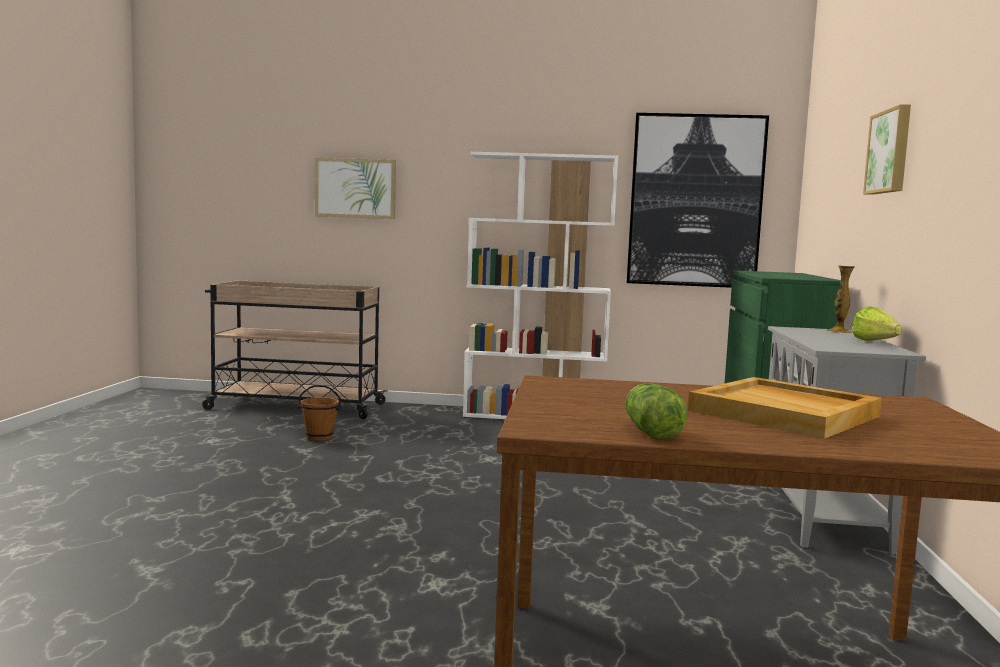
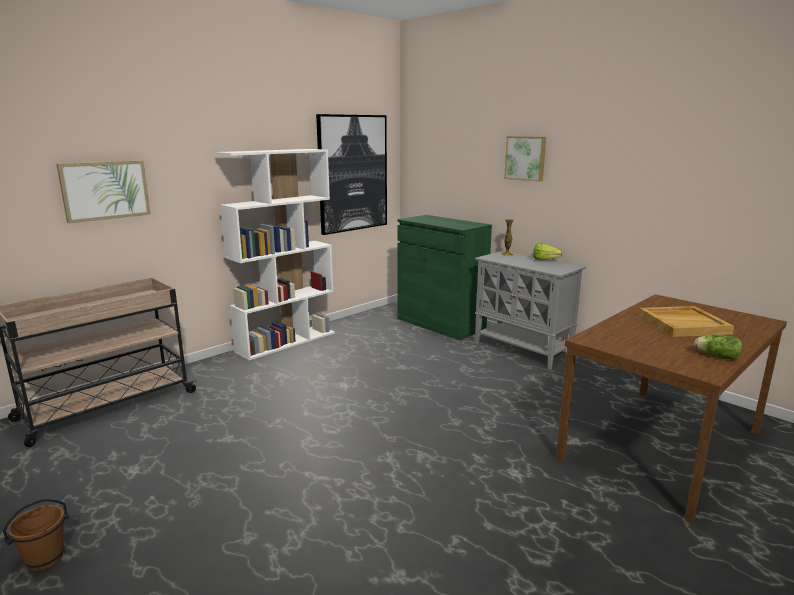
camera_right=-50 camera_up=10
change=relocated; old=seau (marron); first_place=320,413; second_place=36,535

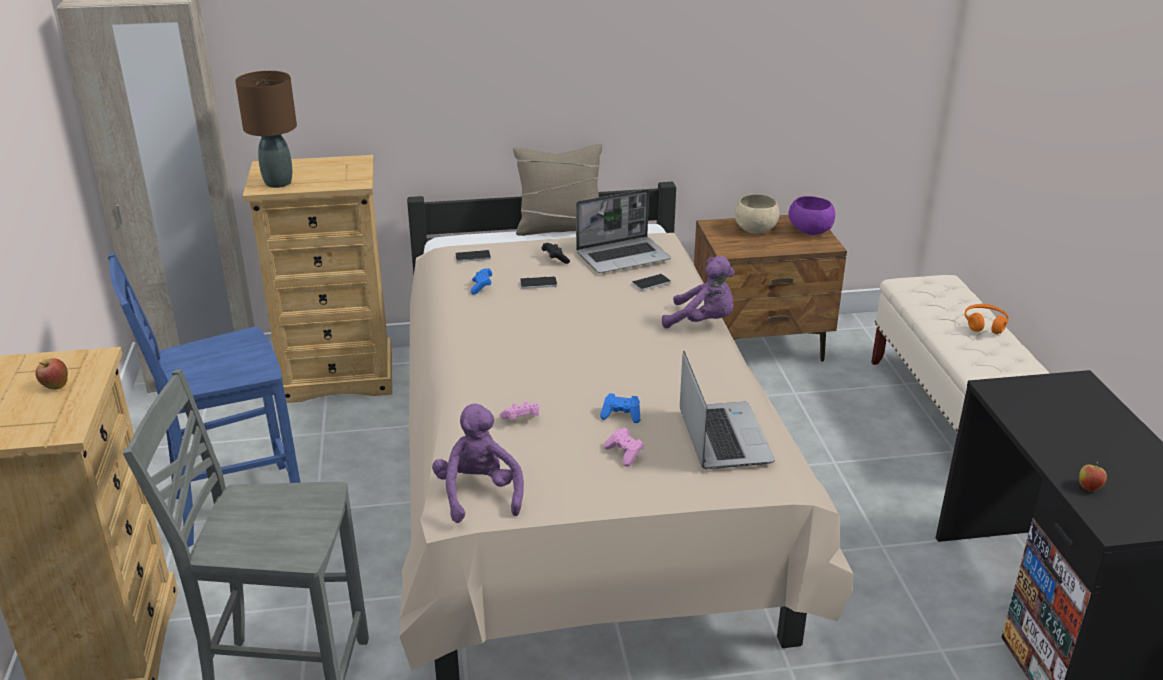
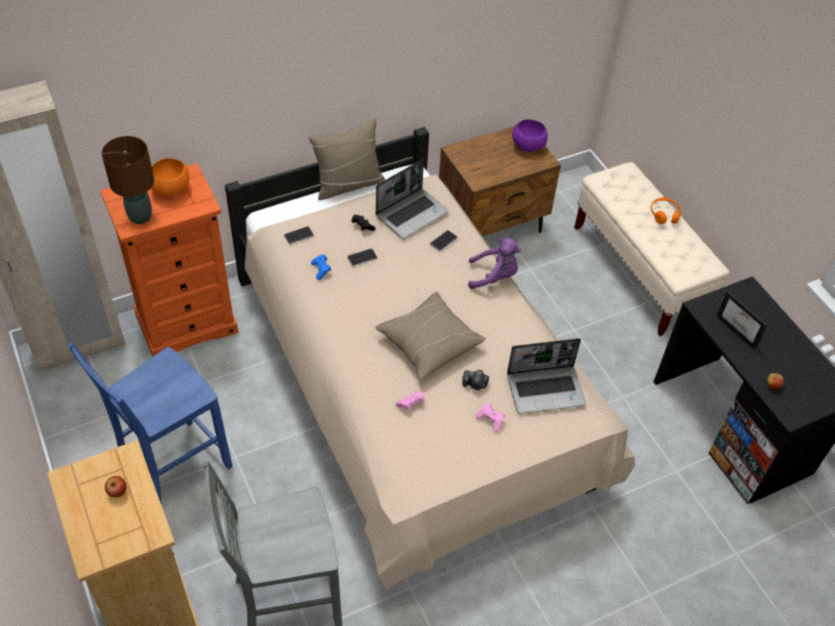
camera_right=-20 camera_up=20
change=colour; old=commode (beige); new=commode (orange); first_place=317,279; second_place=169,260
change=missing; old=bol (beige); first_place=757,214
change=spun; old=ordinateur portable; first_place=727,410; second_place=546,376; degrees=105
change=exchanged; old=manette (bleu); new=appareil photo; first_place=620,408; second_place=475,380
change=missing; old=peluche (violet); first_place=478,463
change=appeared; new=bol (orange); second_place=170,177
change=appeared; new=cadre photo; second_place=742,320
change=appeared; new=coussin (beige); second_place=430,335

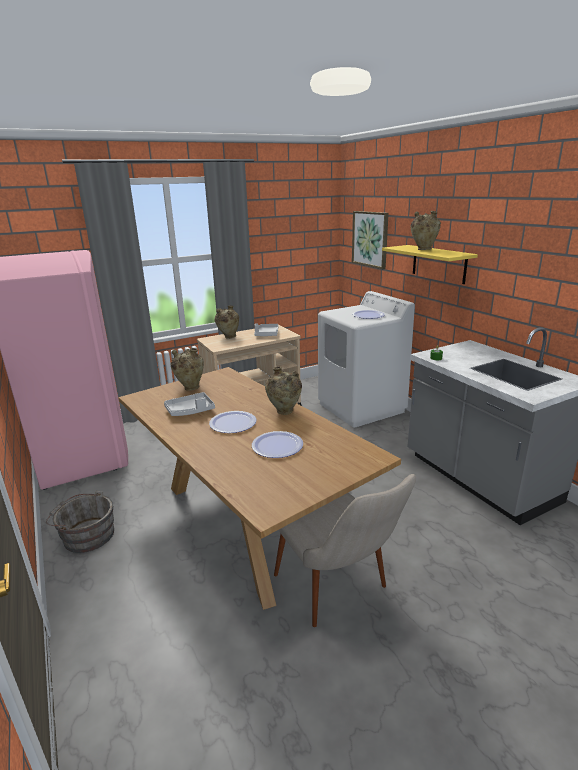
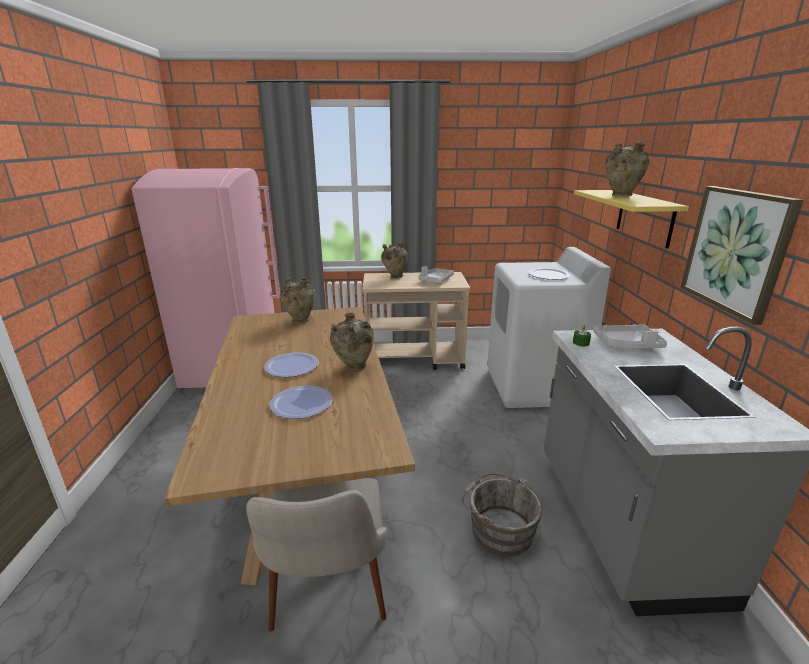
camera_right=25 camera_up=0
change=relocated; old=tableau; first_place=370,240; second_place=742,255
change=relocated; old=plateau (gris); first_place=189,404; second_place=630,336
change=relocated; old=seau (gris); first_place=80,522; second_place=502,515

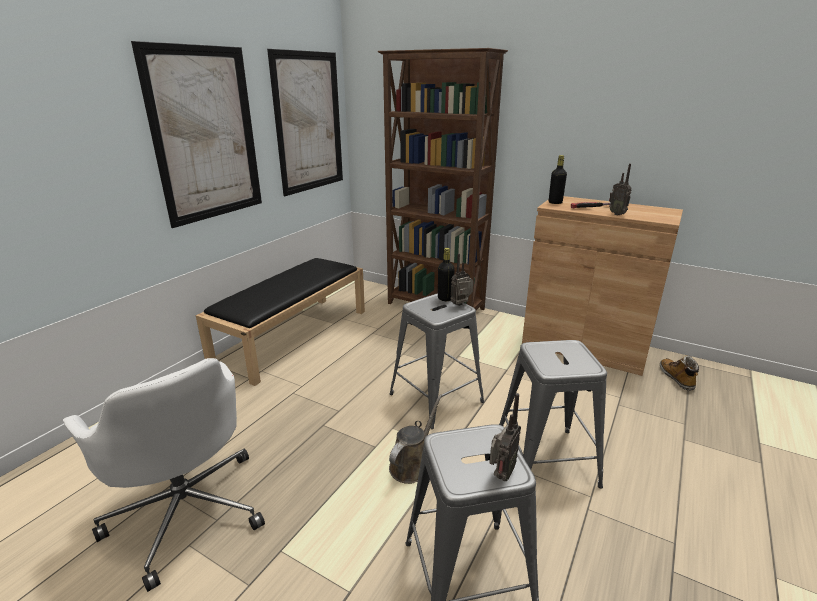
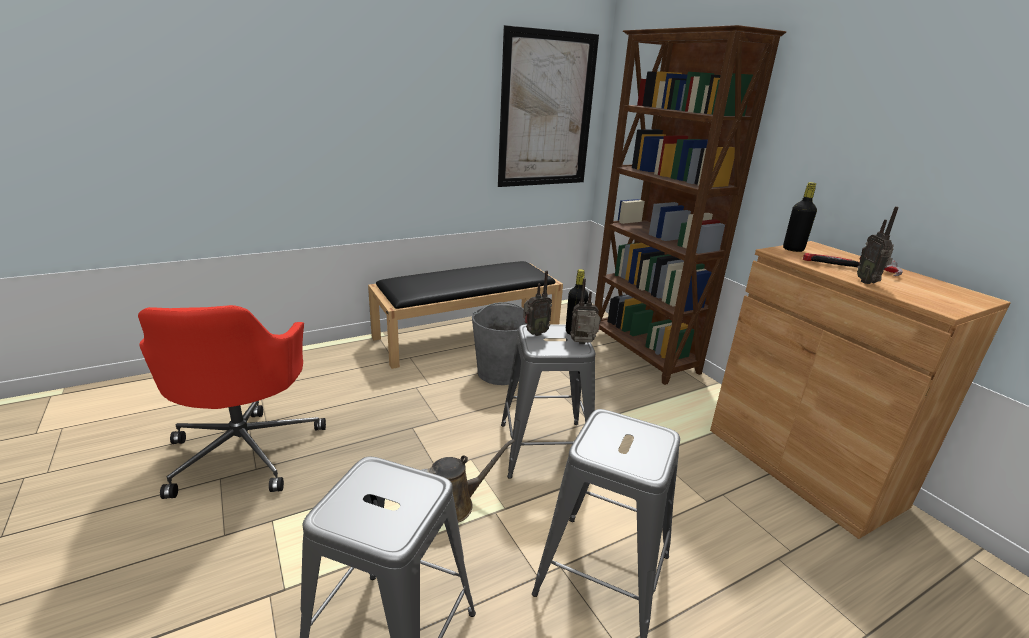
camera_right=30 camera_up=0
change=missing; old=tableau; first_place=196,134
change=missing; old=botte; first_place=679,373
change=colour; old=chaise de bureau (blanc); new=chaise de bureau (rouge); first_place=164,475; second_place=232,402
change=relocated; old=radio; first_place=505,437; second_place=537,303
change=appeared; new=seau (gris); second_place=499,343

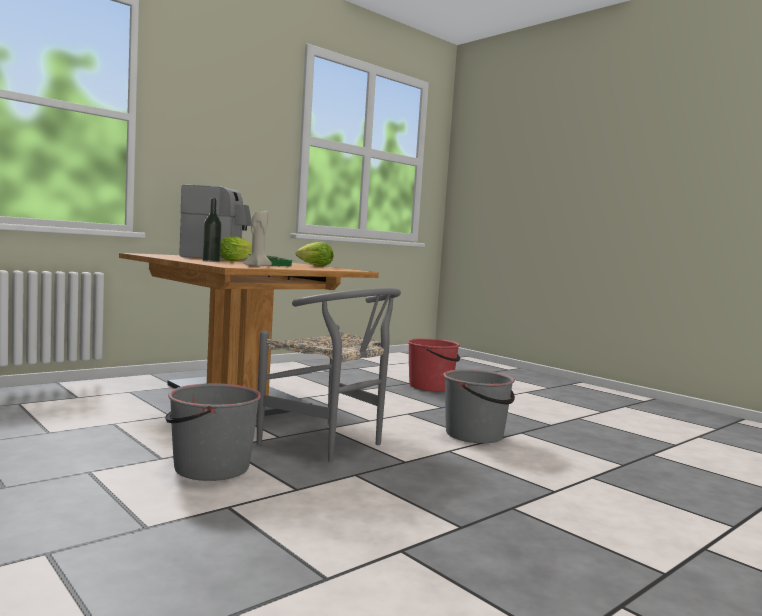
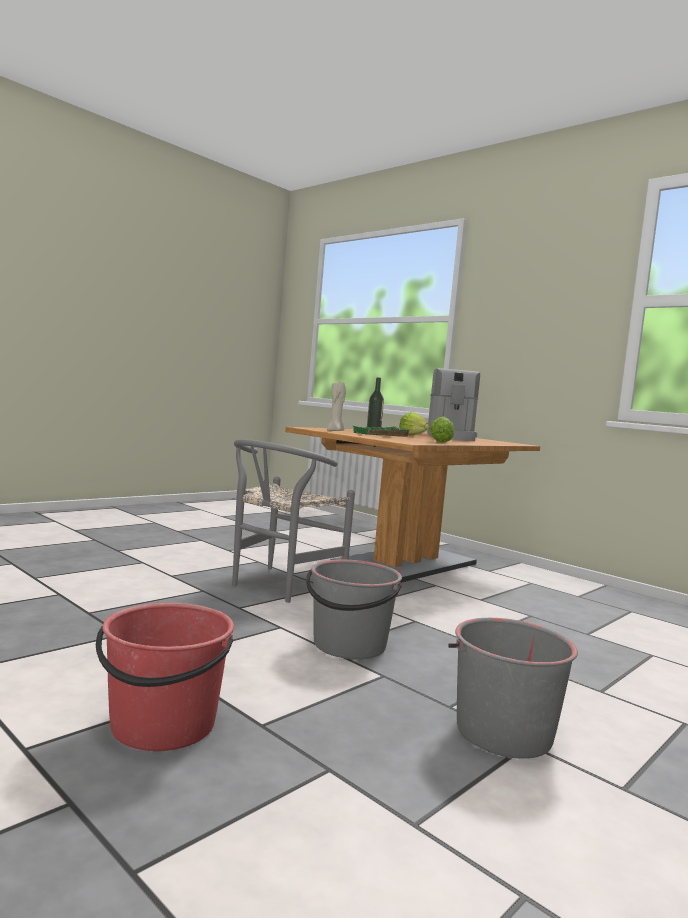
camera_right=85 camera_up=0
change=relocated; old=seau (rouge); first_place=433,364; second_place=165,677
change=relocated; old=seau (gris); first_place=213,432; second_place=513,688

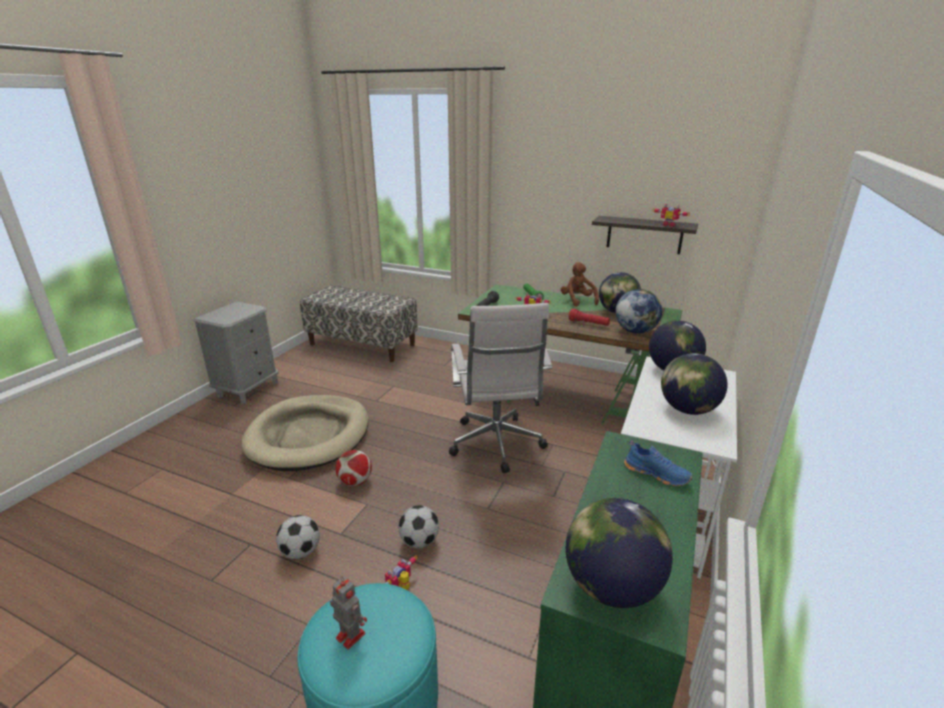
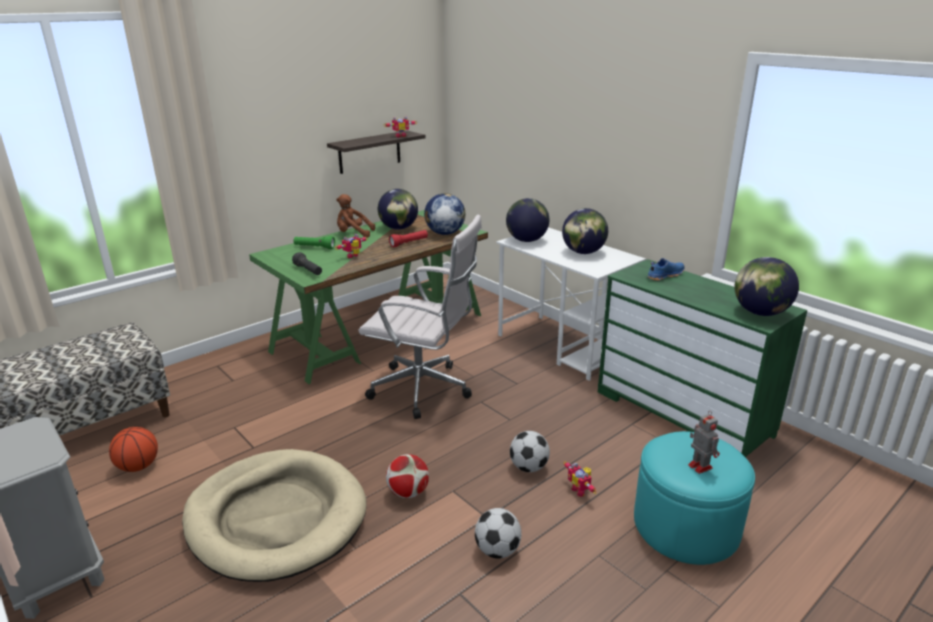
camera_right=-65 camera_up=0
change=spun; old=robot jouet; first_place=348,612; second_place=704,443; degrees=90
change=appeared; new=ballon de basket; second_place=133,449

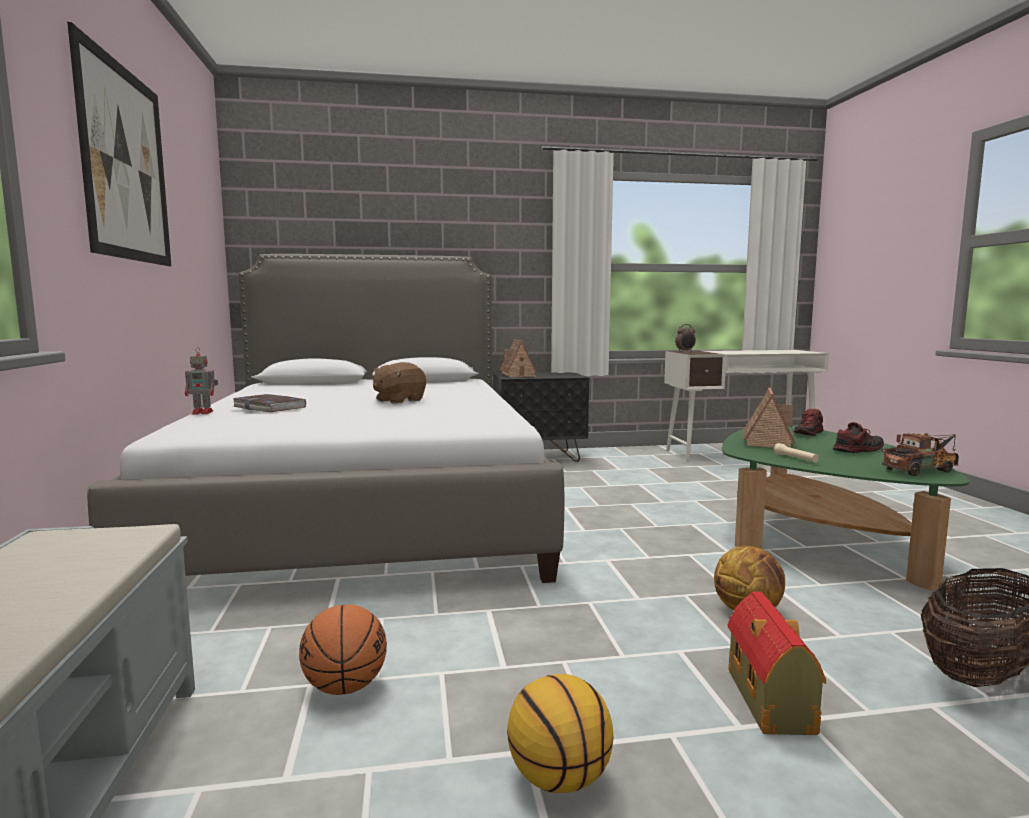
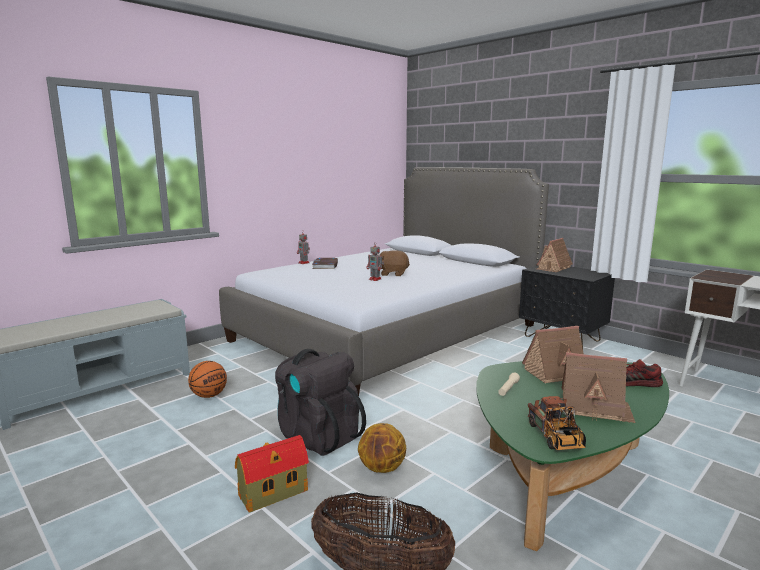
camera_right=55 camera_up=5
change=missing; old=tableau; first_place=119,144
change=missing; old=réveil; first_place=685,338
change=exchanged; old=chaussure; new=maison miniature; first_place=858,437; second_place=598,387
change=spun; old=camion jouet; first_place=920,454; second_place=557,423; degrees=45
change=missing; old=ballon de basket; first_place=560,733
change=appeared; new=robot jouet; second_place=375,261
change=appeared; new=sac à dos (noir); second_place=320,402

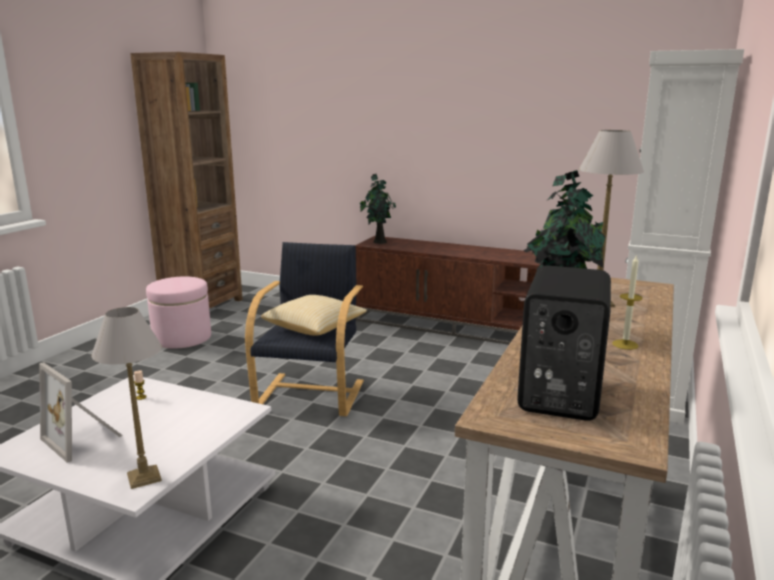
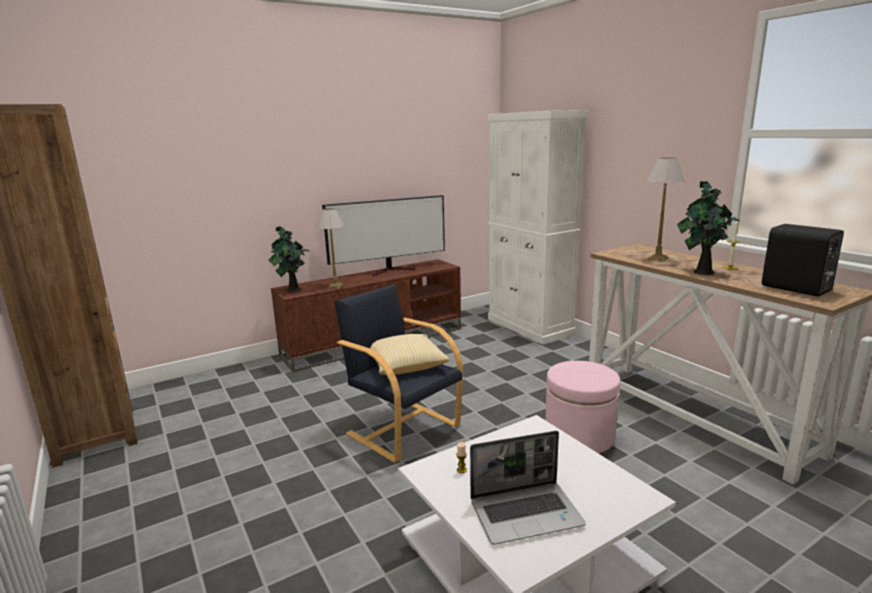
camera_right=-55 camera_up=0
change=relocated; old=pouf (rose); first_place=178,312; second_place=582,407
change=relocated; old=lampe de table; first_place=126,398; second_place=330,248
change=exchanged; old=cadre photo; new=ordinateur portable; first_place=81,413; second_place=528,488
change=appeared; new=téléviseur; second_place=383,235

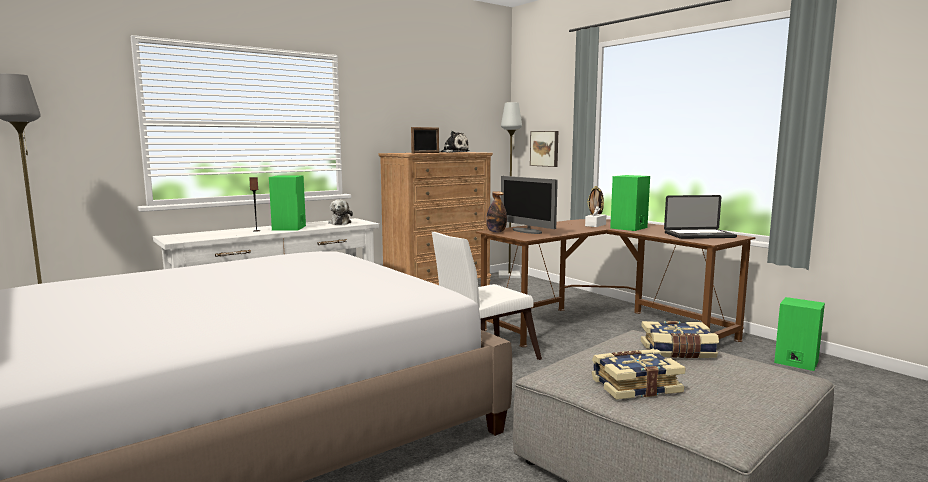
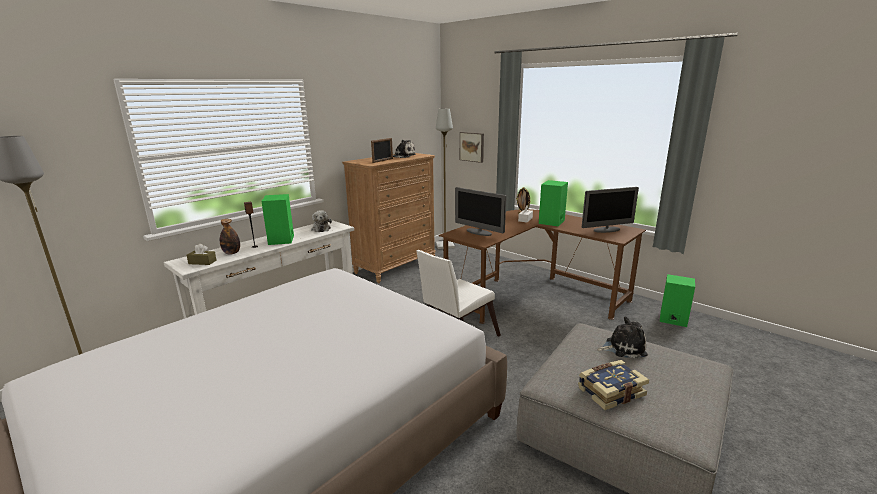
camera_right=-10 camera_up=10
change=relocated; old=bouteille; first_place=496,212; second_place=230,237
change=exchanged; old=ordinateur portable; new=écran d'ordinateur; first_place=700,217; second_place=610,210
change=exchanged; old=livre; new=peluche; first_place=680,339; second_place=622,337
change=appeared; new=boîte à mouchoirs (marron); second_place=201,254

